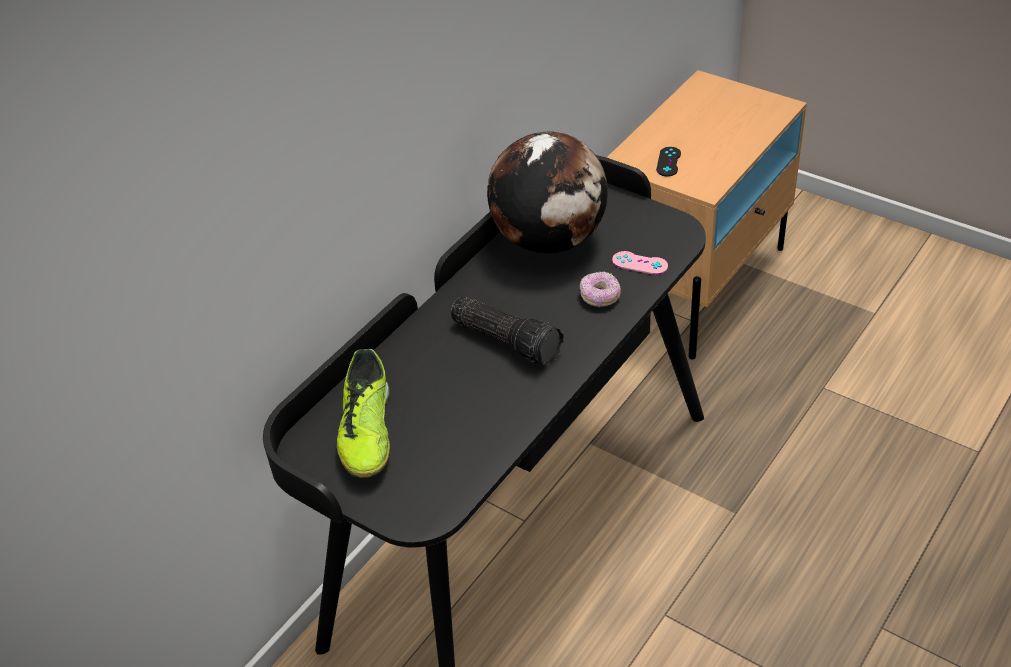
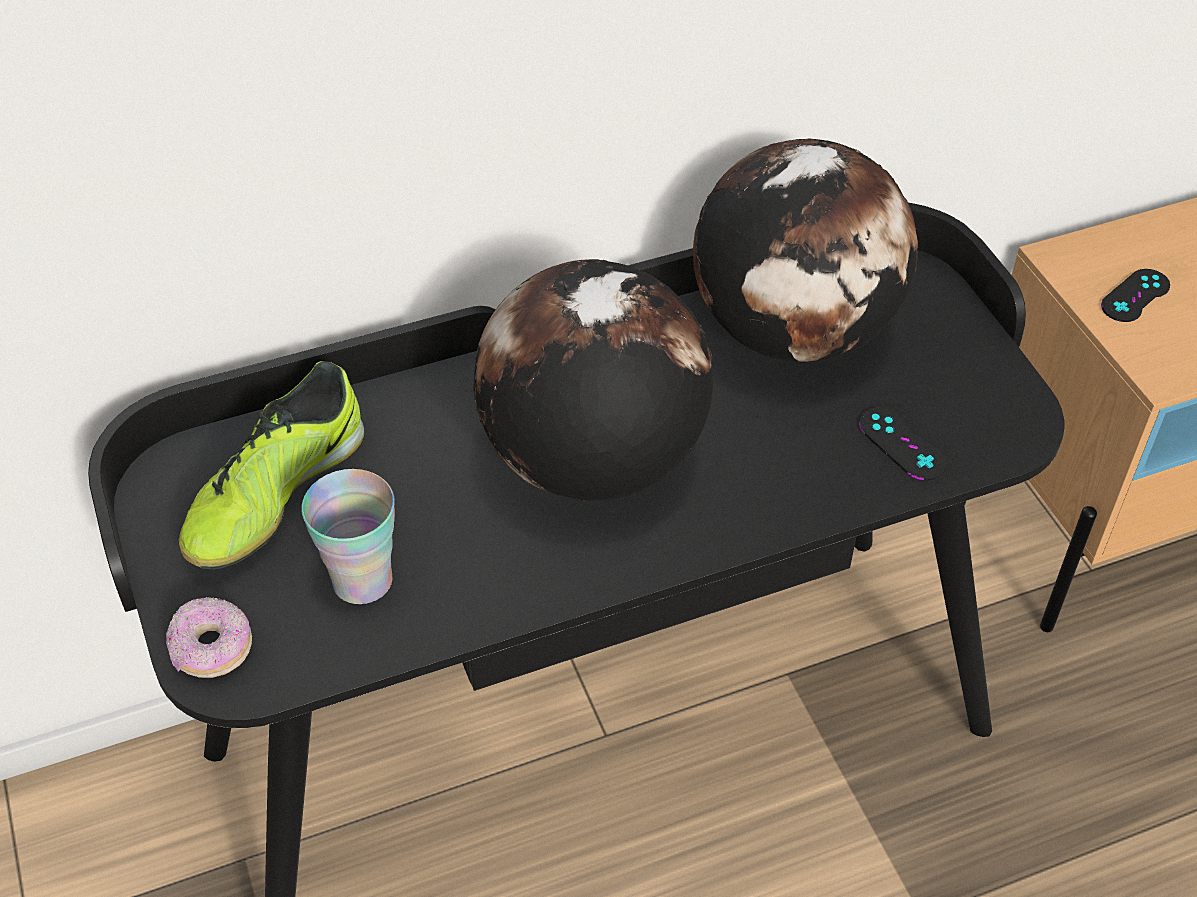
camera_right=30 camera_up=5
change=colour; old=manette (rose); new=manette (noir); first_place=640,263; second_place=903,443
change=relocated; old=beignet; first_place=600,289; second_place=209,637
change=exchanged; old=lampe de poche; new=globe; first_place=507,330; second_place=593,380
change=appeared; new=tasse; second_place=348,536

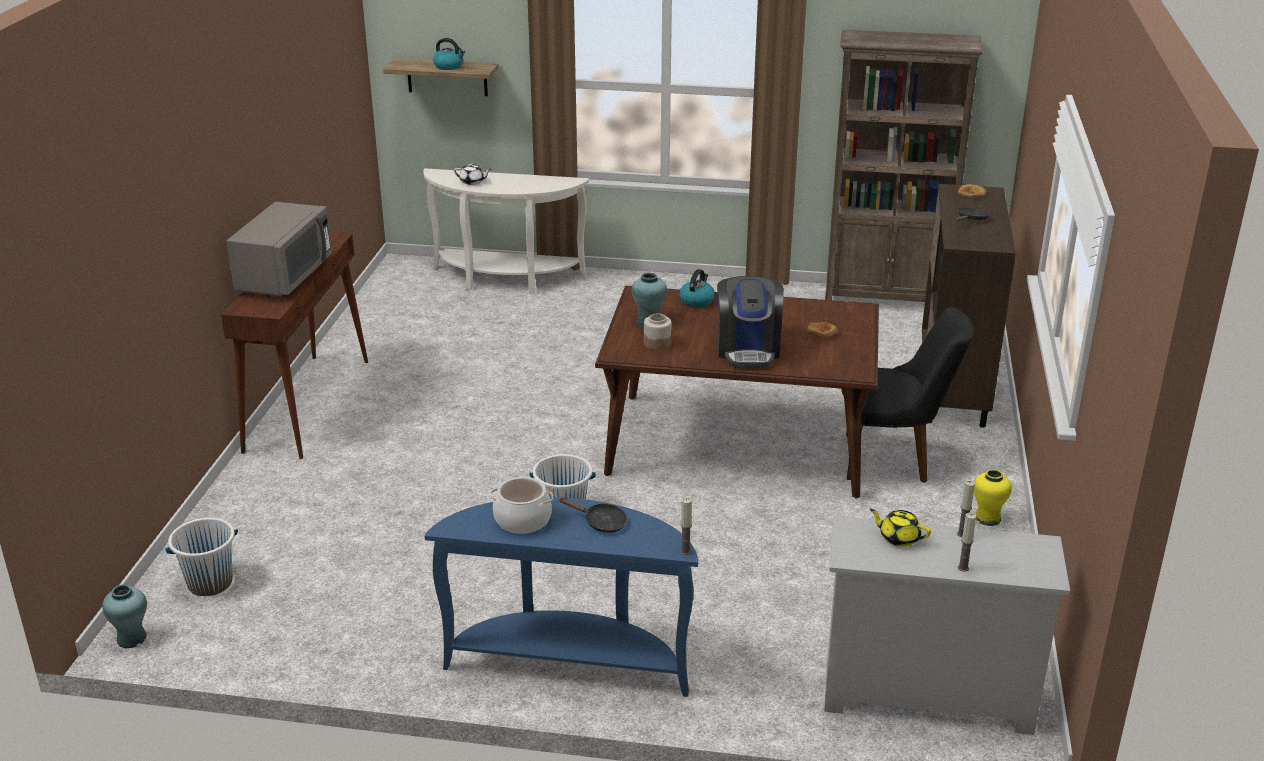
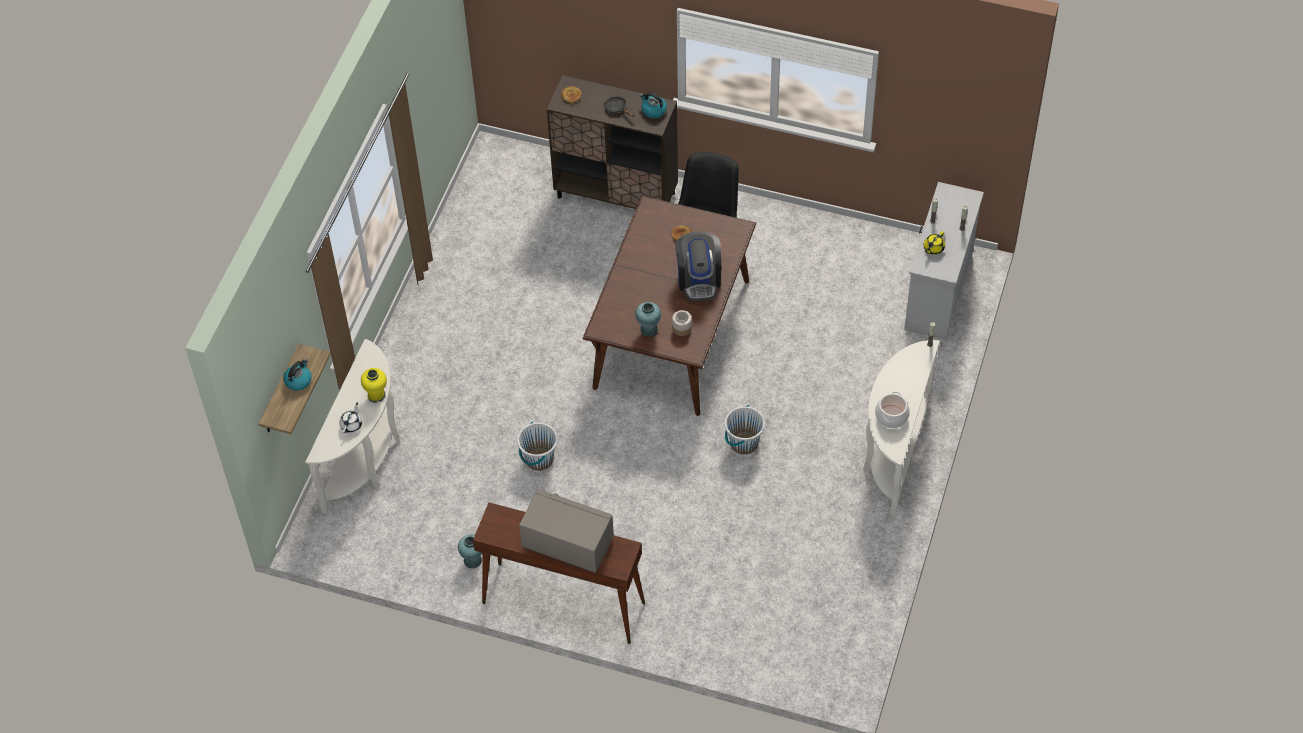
camera_right=-80 camera_up=25
change=missing; old=bibliothèque (marron); first_place=904,166
change=relocated; old=bouilloire; first_place=697,288; second_place=653,105
change=spun; old=machine à café; first_place=750,321; second_place=698,266; degrees=75
change=relocated; old=vase (jaune); first_place=993,497; second_place=374,385
change=colour; old=table console (bleu); new=table console (blanc); first_place=561,597; second_place=901,427
change=missing; old=poêle (noir); first_place=593,515
change=relocated; old=seau (blanc); first_place=202,557; second_place=537,446
change=relocated; old=vase (turquoise); first_place=124,616; second_place=470,551

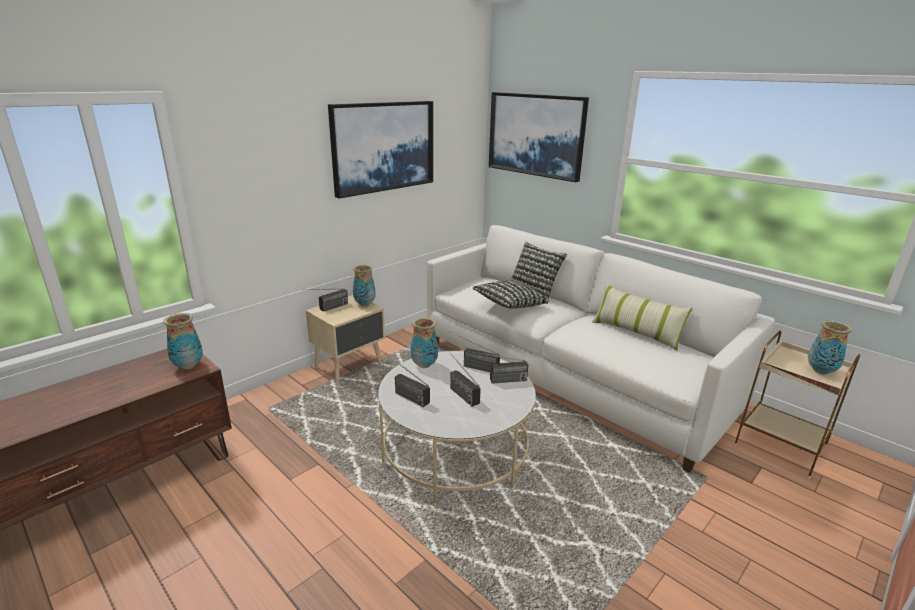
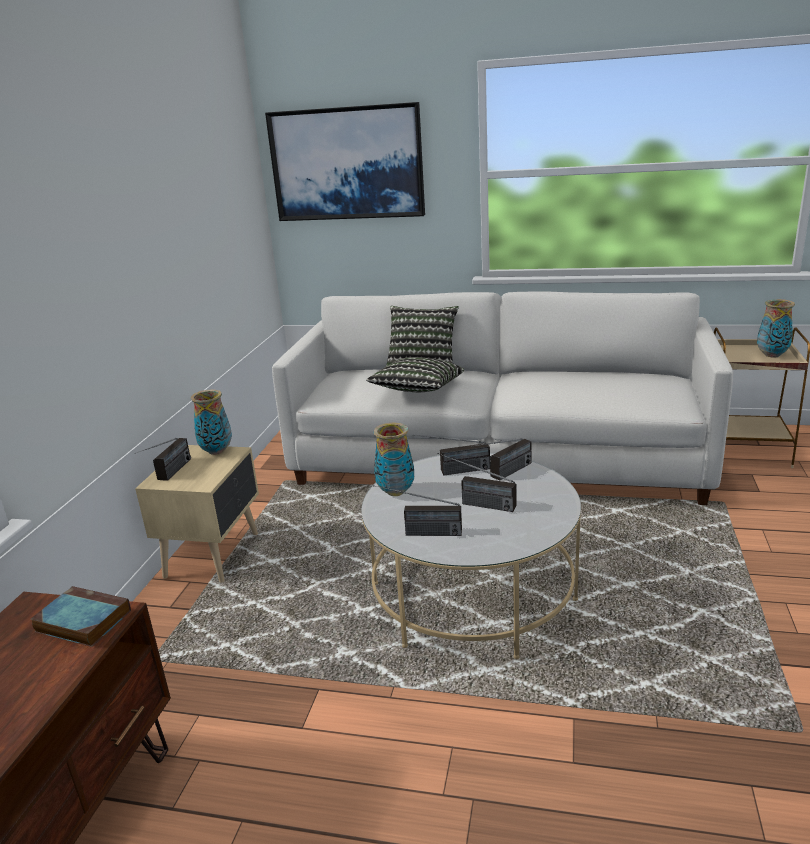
camera_right=-30 camera_up=0
change=missing; old=tableau; first_place=380,150
change=missing; old=coussin; first_place=642,317
change=exchanged; old=vase; new=livre; first_place=183,341; second_place=81,616

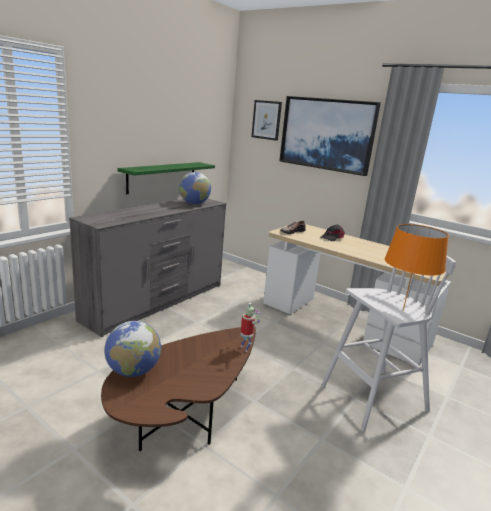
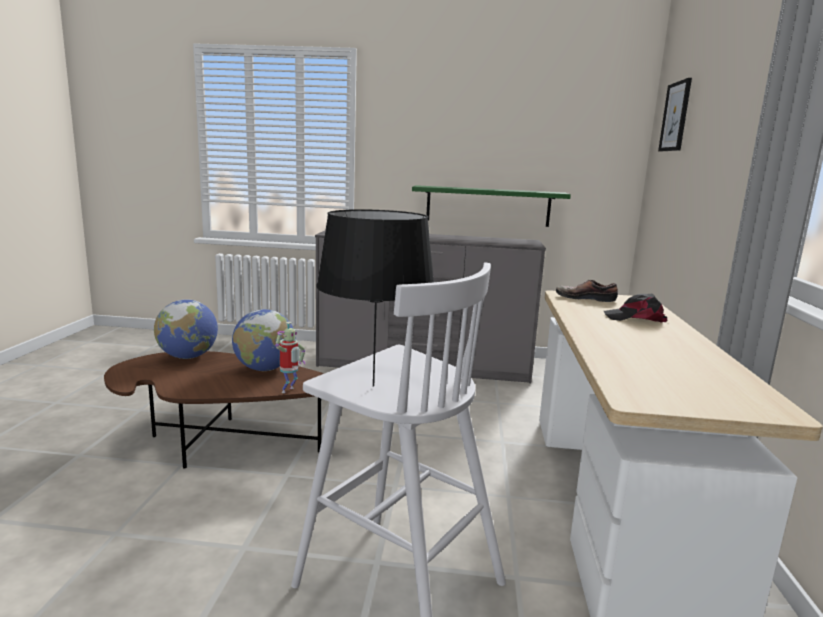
camera_right=60 camera_up=-5
change=missing; old=tableau; first_place=330,136
change=relocated; old=globe; first_place=195,188; second_place=264,340
change=colour; old=lampe de table (orange); new=lampe de table (noir); first_place=417,267; second_place=375,298

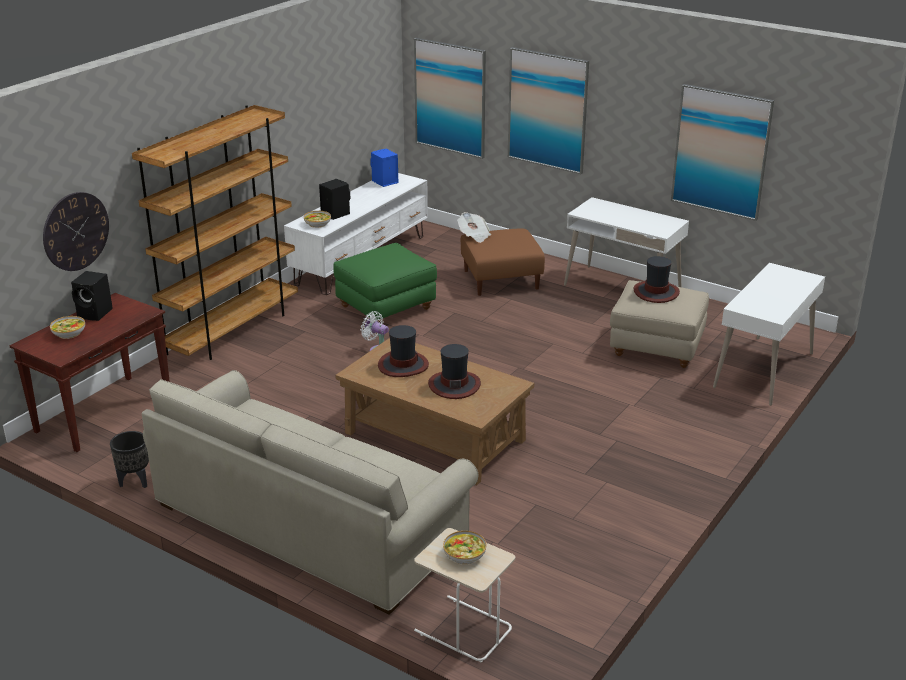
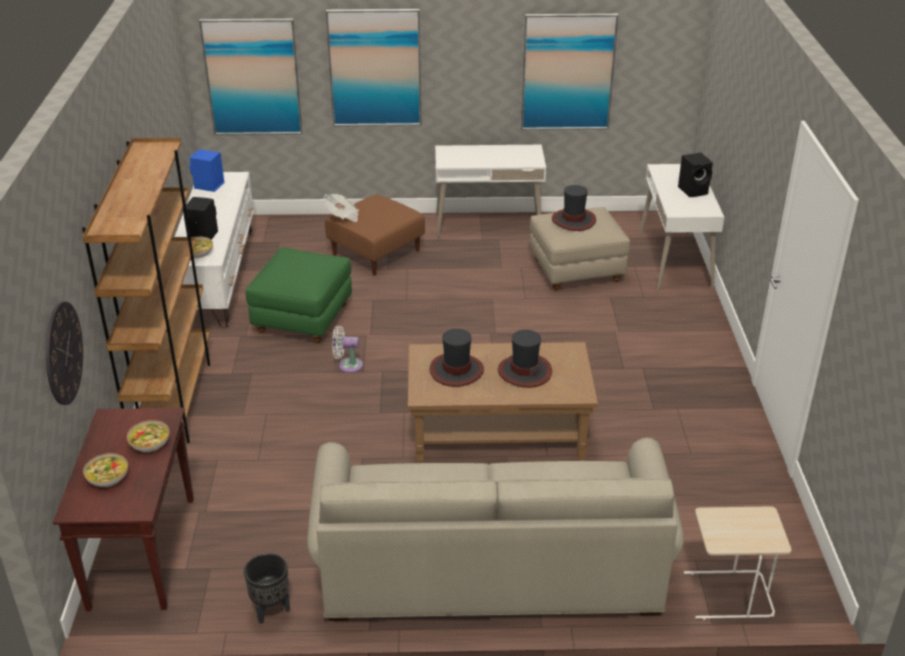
camera_right=-35 camera_up=5
change=relocated; old=enceinte (noir); first_place=92,296; second_place=695,175
change=relocated; old=bol; first_place=464,547; second_place=148,436

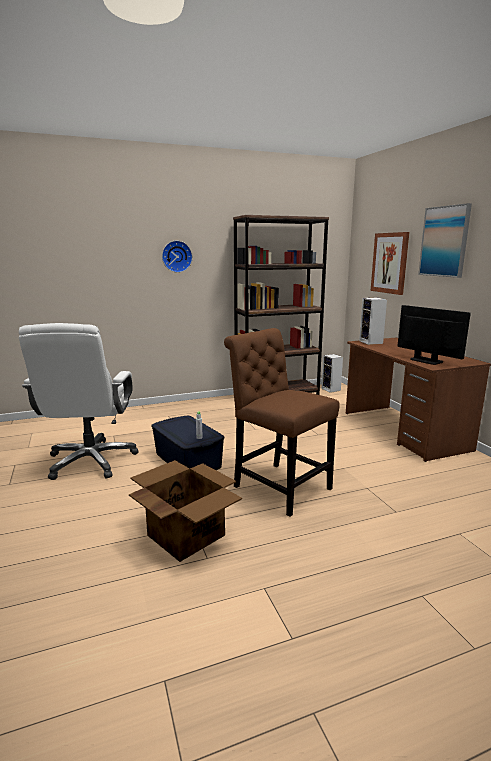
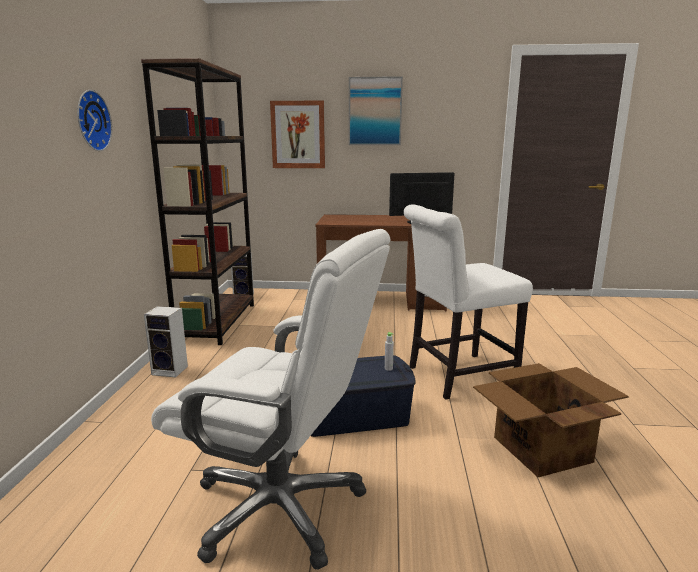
camera_right=-65 camera_up=0
change=relocated; old=enceinte; first_place=373,321; second_place=166,342
change=colour; old=chaise (marron); new=chaise (blanc); first_place=282,422; second_place=468,302

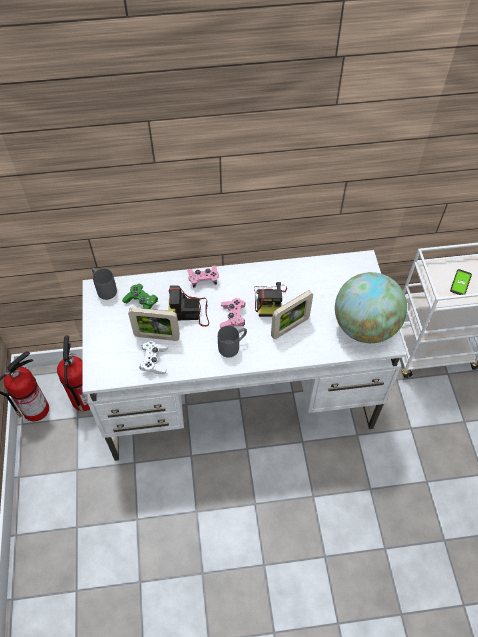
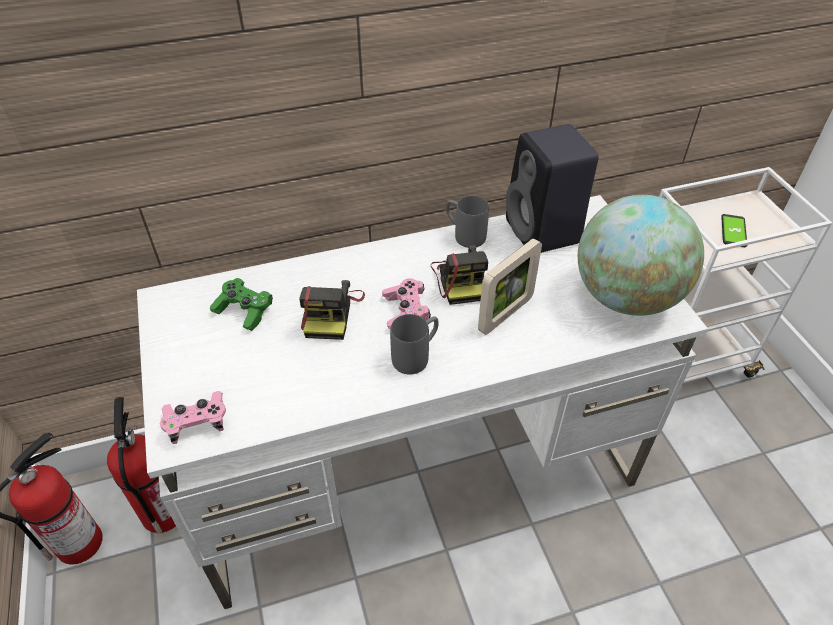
camera_right=-10 camera_up=-10
change=relocated; old=manette (rose); first_place=203,277; second_place=193,417
change=relocated; old=mug (gris); first_place=104,284; second_place=467,222
change=spun; old=appareil photo; first_place=188,306; second_place=332,310; degrees=-75
change=missing; old=cadre photo; first_place=154,324
change=missing; old=manette (blanc); first_place=154,357
change=appeared; new=enceinte (noir); second_place=552,188

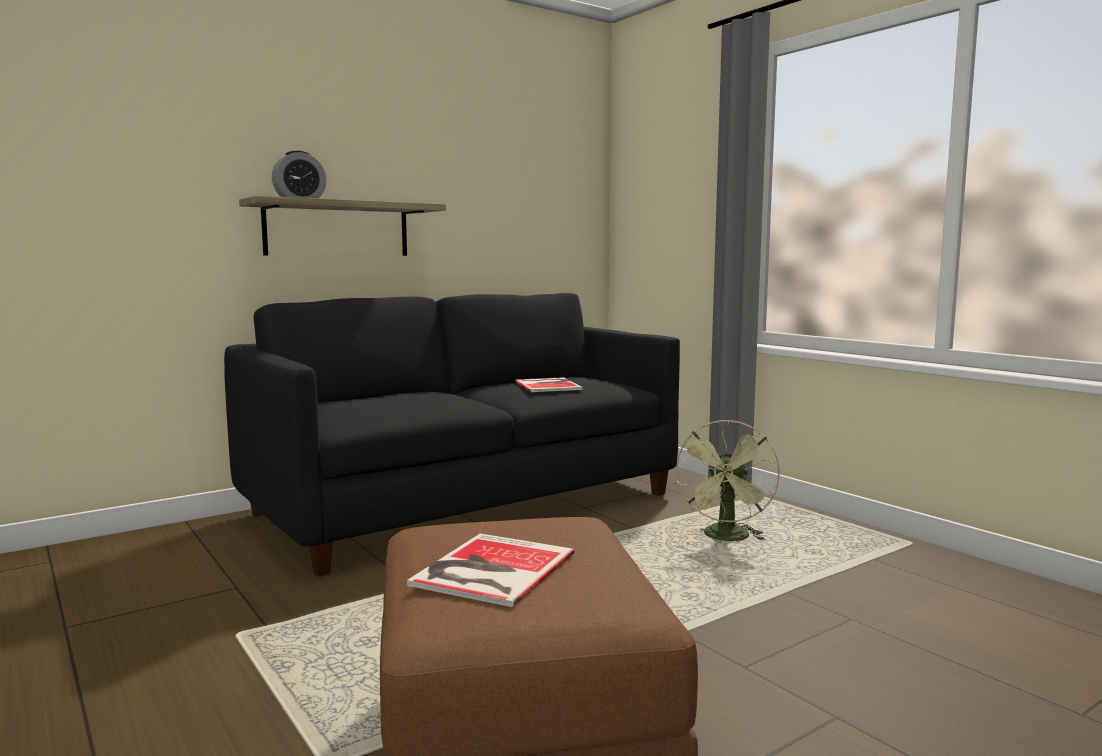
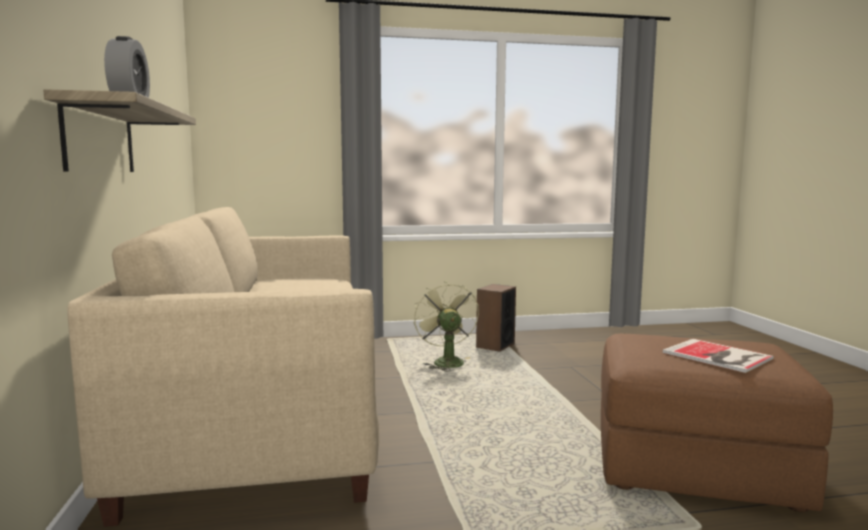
camera_right=-65 camera_up=0
change=colour; old=canapé (noir); new=canapé (beige); first_place=452,434; second_place=223,367
change=missing; old=livre; first_place=549,384
change=spun; old=ventilateur (vert); first_place=727,480; second_place=446,326; degrees=-150
change=appeared; new=enceinte; second_place=496,318

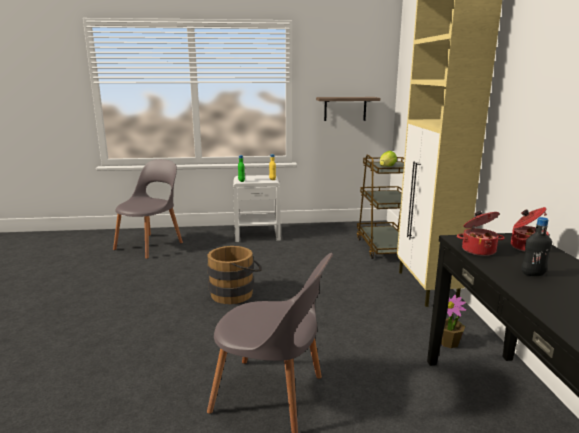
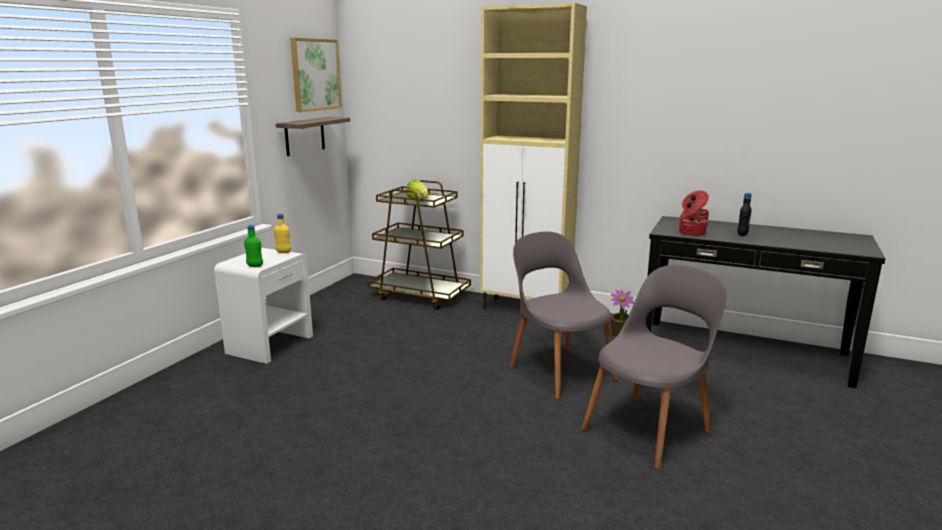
camera_right=-60 camera_up=0
change=relocated; old=chaise (gris); first_place=148,209; second_place=563,315
change=missing; old=seau (marron); first_place=234,275
change=appeared; new=tableau; second_place=316,75

